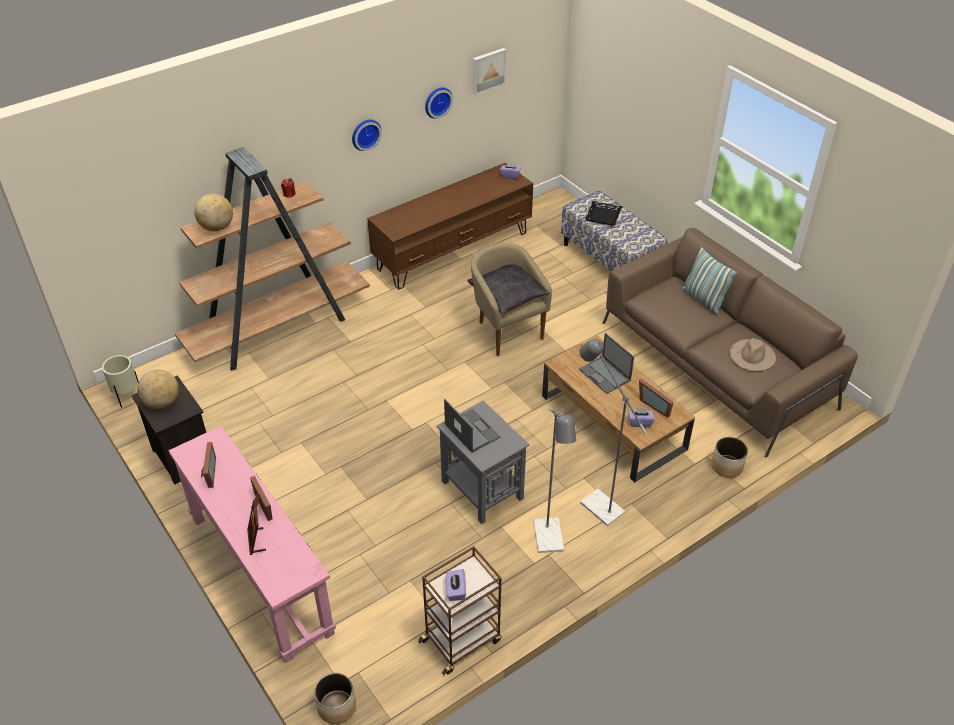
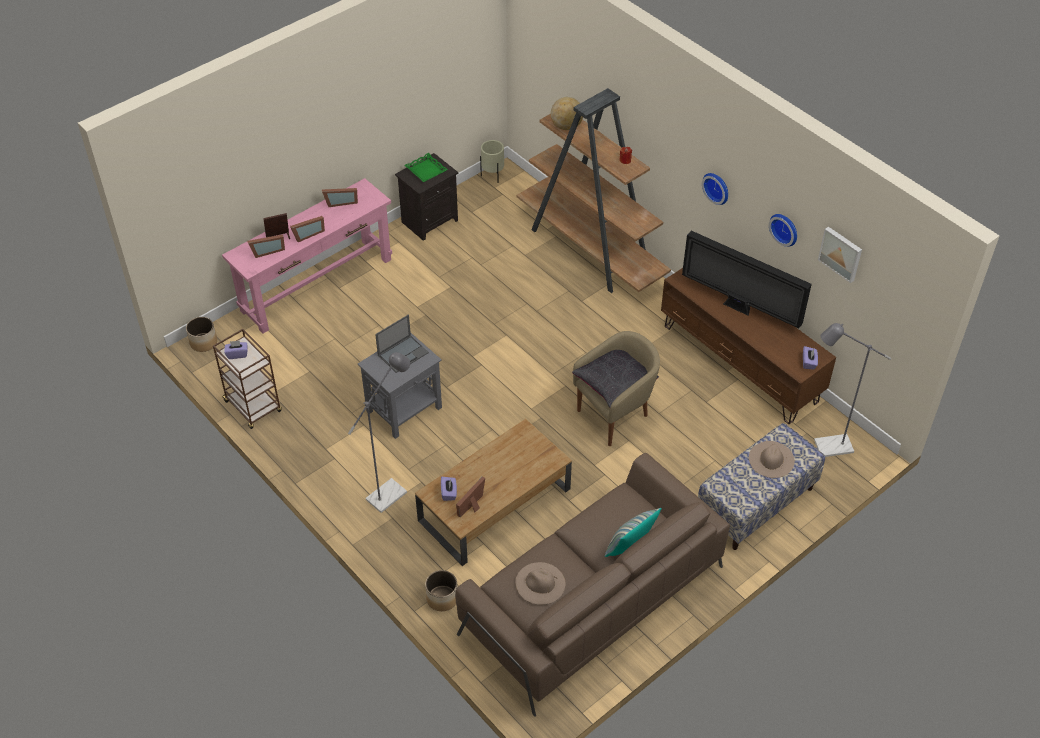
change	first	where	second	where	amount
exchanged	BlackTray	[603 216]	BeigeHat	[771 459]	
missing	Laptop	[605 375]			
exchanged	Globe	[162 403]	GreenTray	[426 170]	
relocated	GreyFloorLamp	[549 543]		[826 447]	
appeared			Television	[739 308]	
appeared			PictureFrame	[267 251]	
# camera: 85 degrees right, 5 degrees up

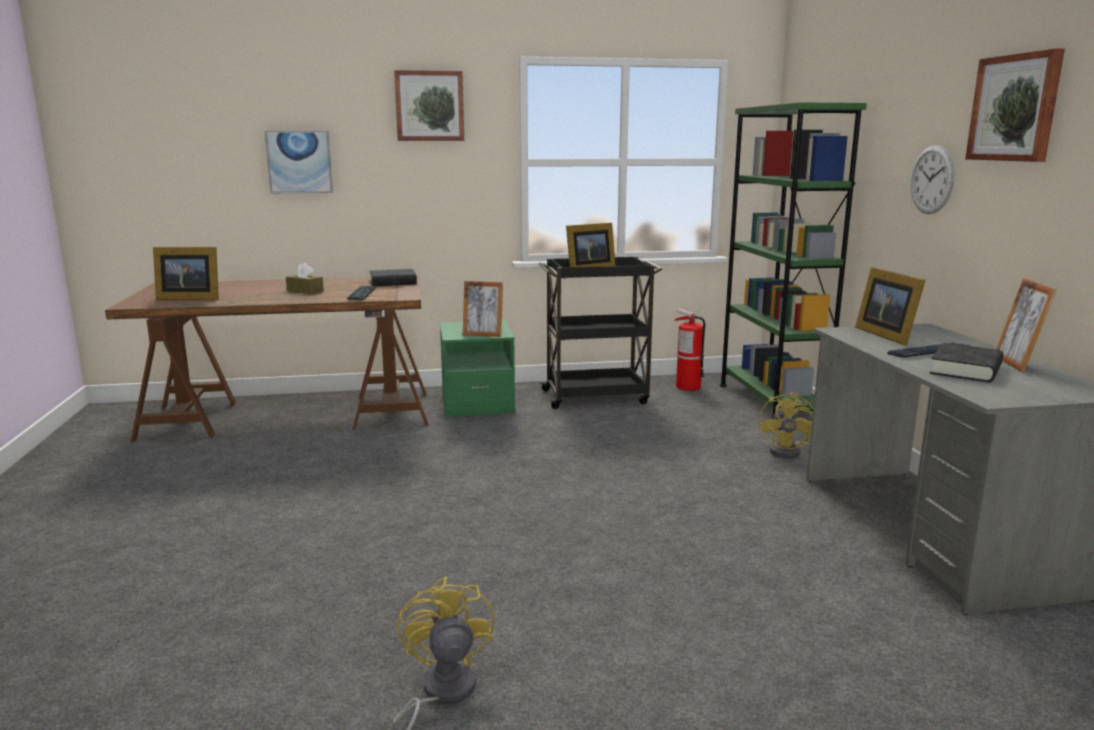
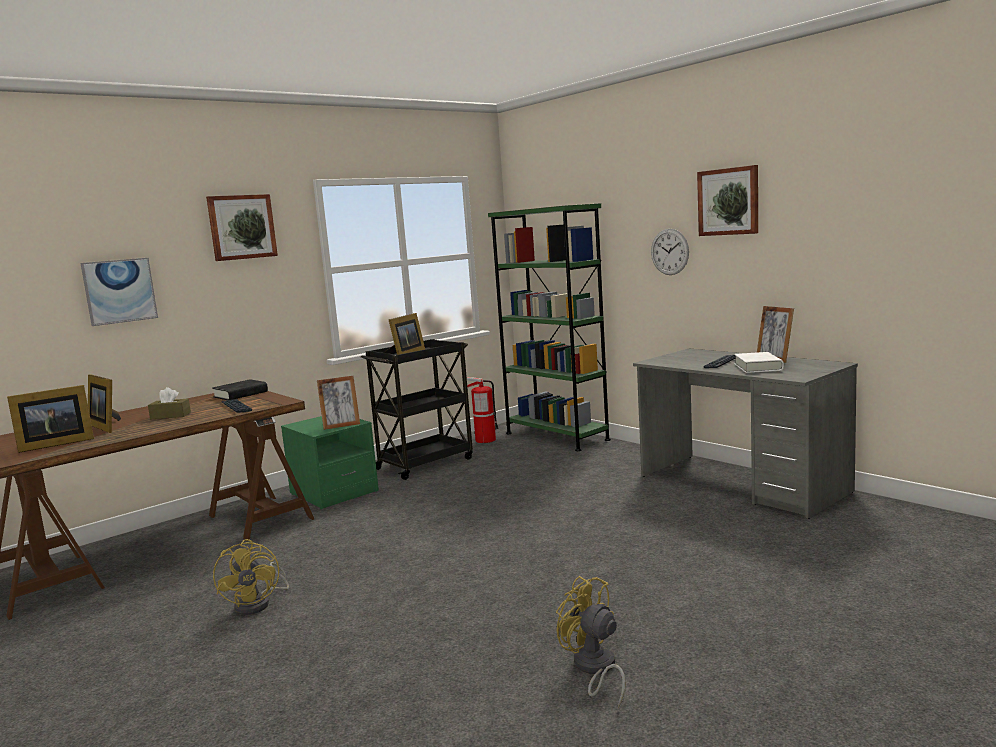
change	first	where	second	where	amount
relocated	PictureFrame	[886 335]		[107 426]	
colour	BlackBook	[965 370]	WhiteBook	[758 367]	
relocated	YellowFan	[790 451]		[259 603]	
# camera: 30 degrees left, 5 degrees down

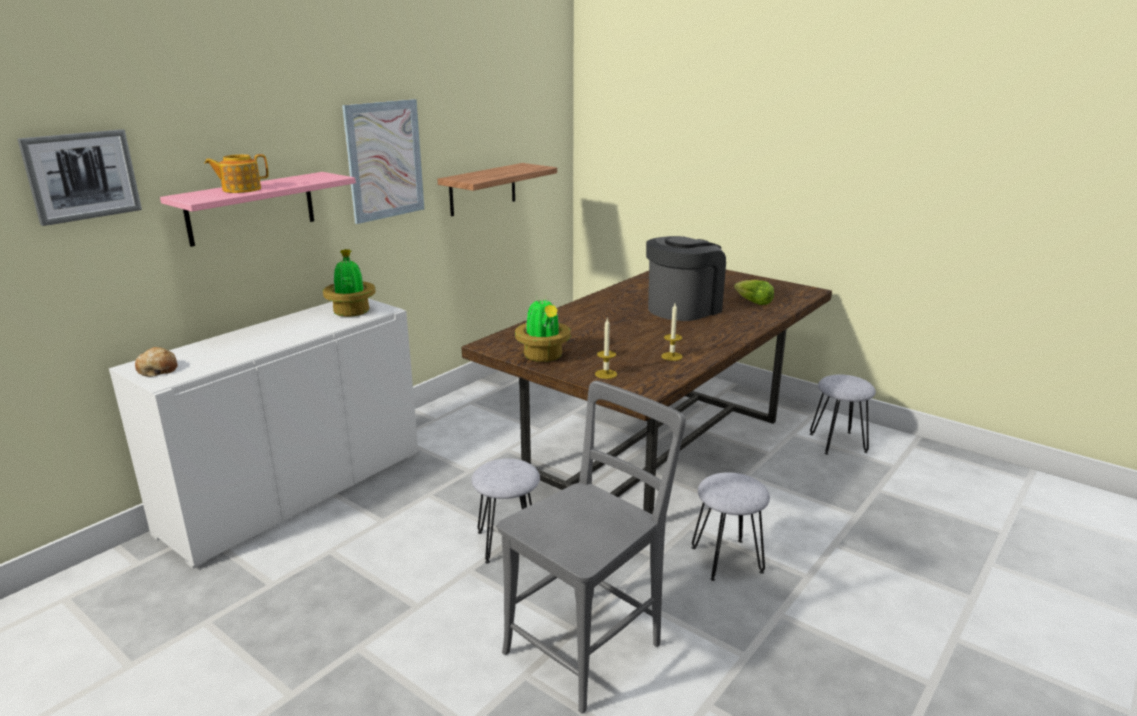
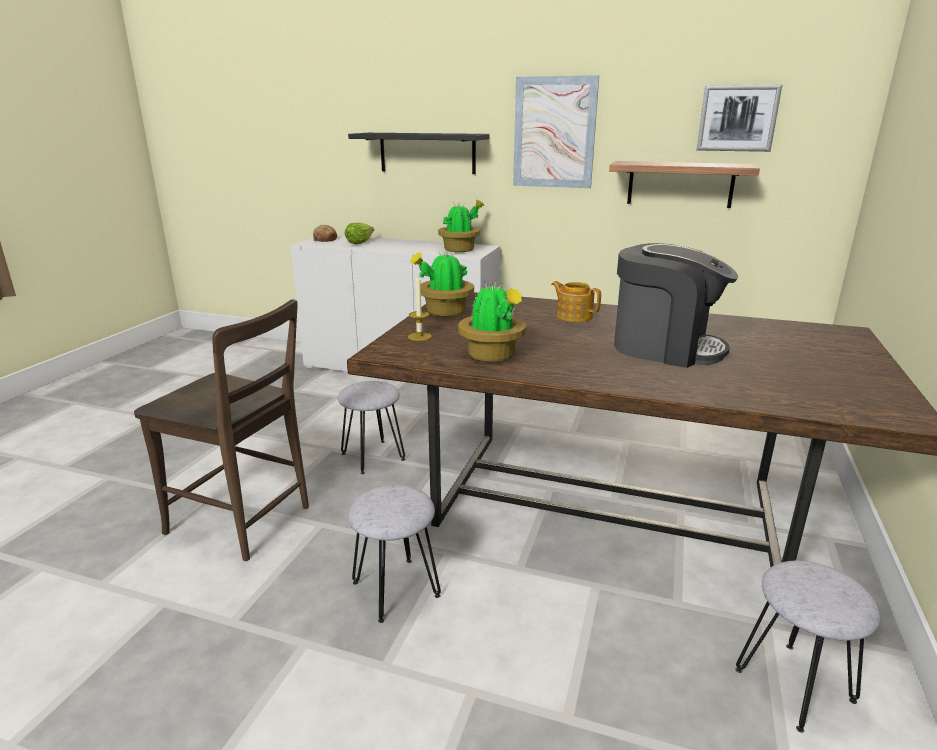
change	first	where	second	where	amount
relocated	Picture	[82 176]		[737 118]	
relocated	Teapot	[240 189]		[574 316]	
colour	PinkShelf	[251 208]	BlackShelf	[427 153]	
relocated	Lettuce	[753 302]		[359 242]	
exchanged	Candle	[671 356]	PottedPlant	[493 356]	
colour	GreyChair	[589 644]	BrownChair	[245 522]	
# camera: 70 degrees right, 0 degrees up

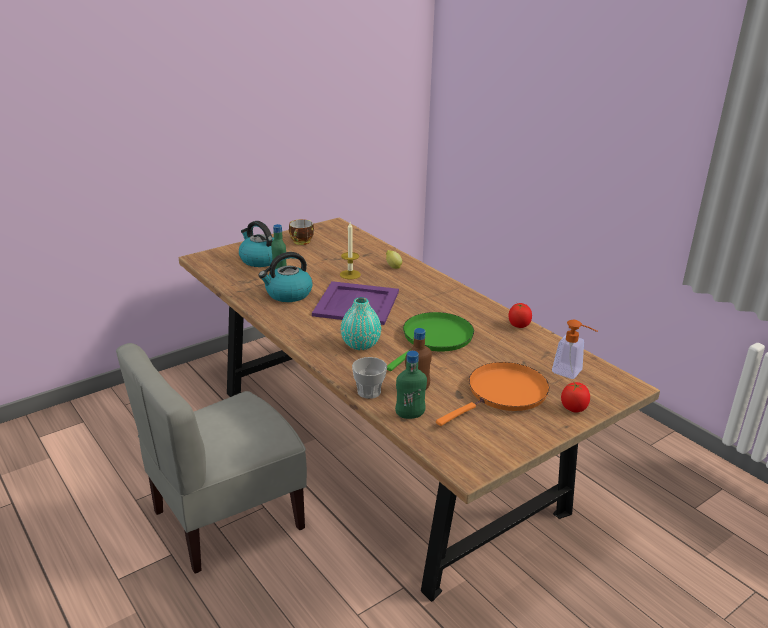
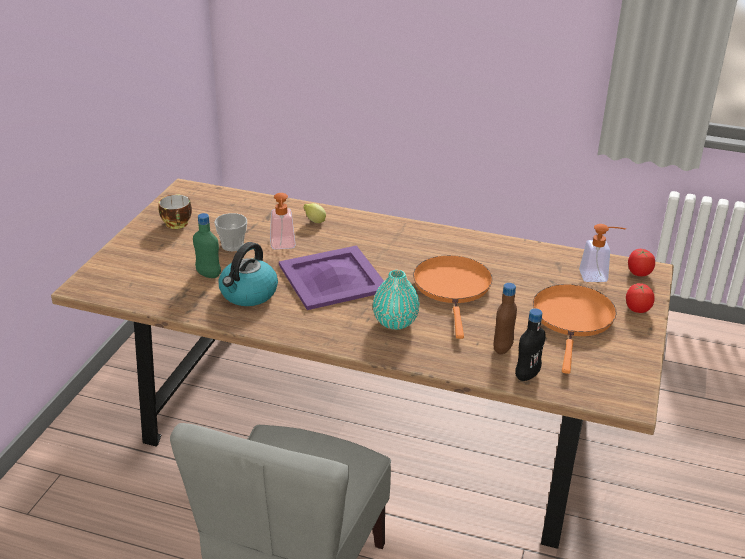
change	first	where	second	where	amount
missing	Kettle	[260 260]			
exchanged	Candle	[350 274]	SoapDispenser	[283 246]	
relocated	Tomato	[518 325]		[638 273]	
colour	GreenFryingPan	[435 339]	OrangeFryingPan	[453 288]	
colour	GreenBottle	[410 415]	BlackBottle	[527 375]	
relocated	Cup	[369 392]		[232 245]	
# camera: 35 degrees left, 5 degrees up

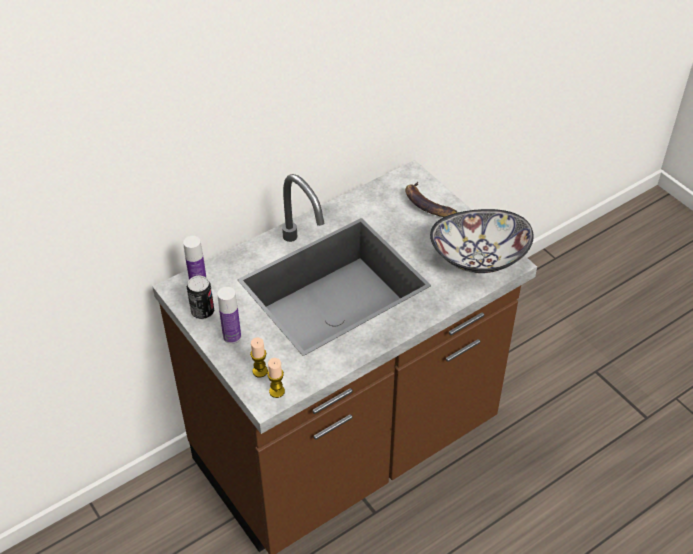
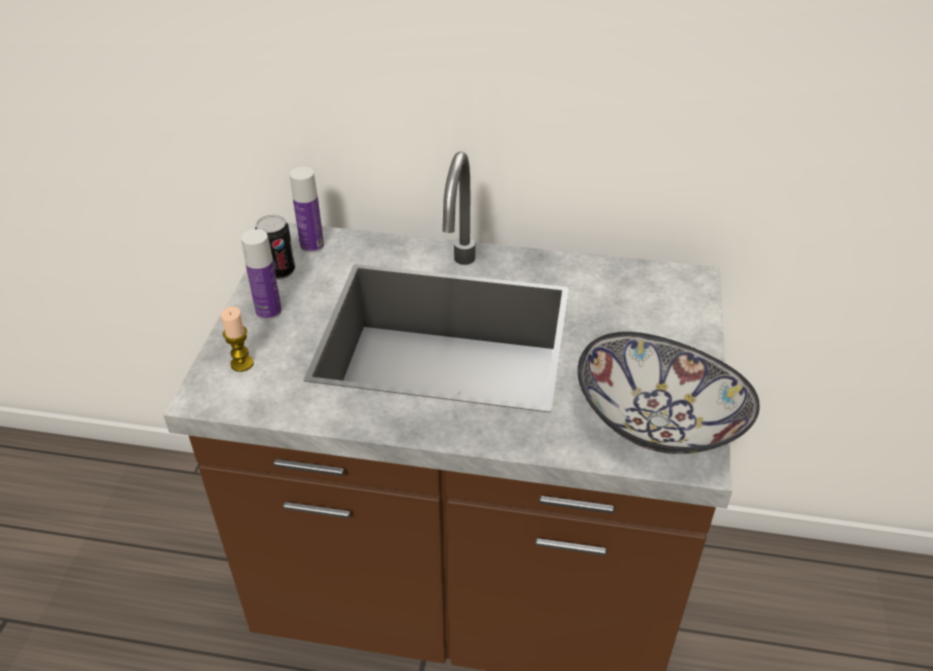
change	first	where	second	where	amount
missing	Banana	[427 205]			
missing	Candle	[277 391]			
# camera: 45 degrees right, 5 degrees down

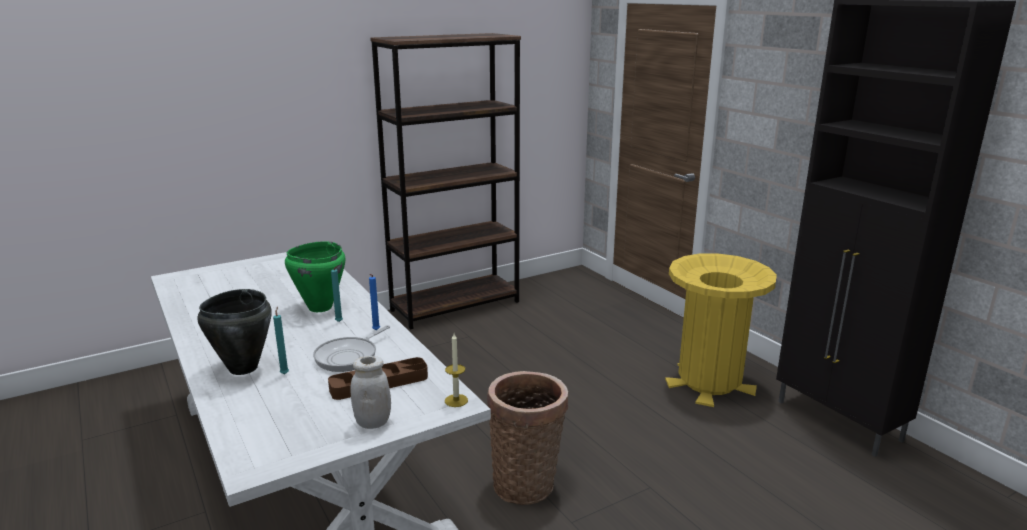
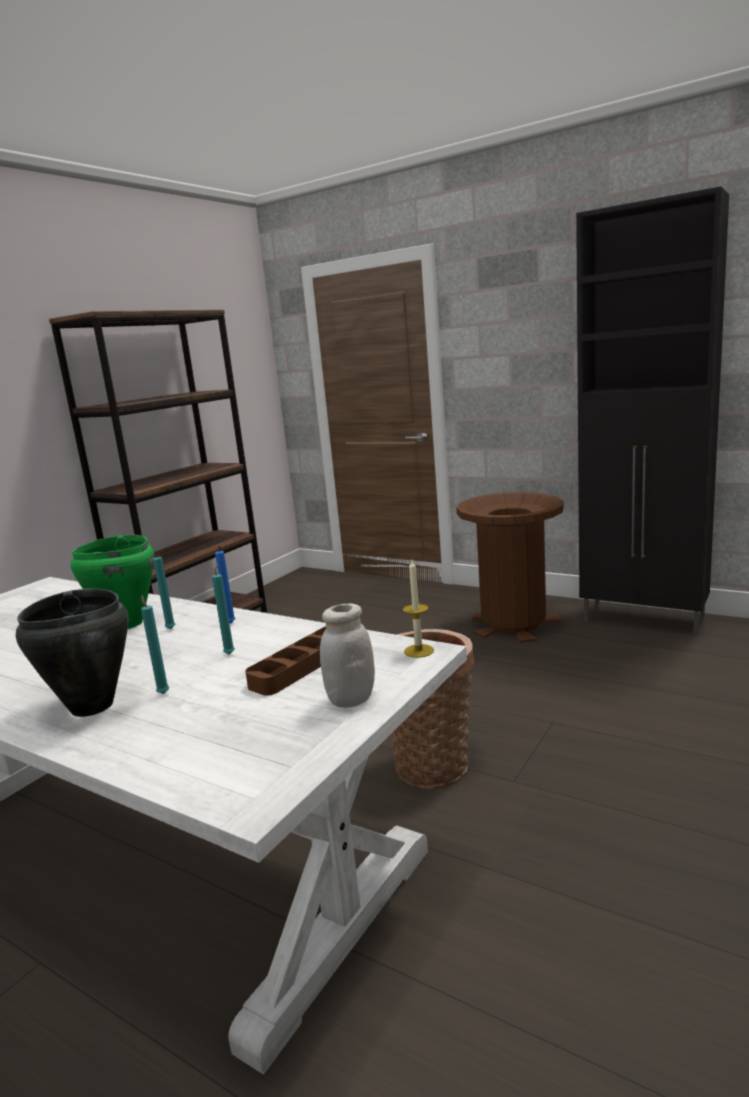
change	first	where	second	where	amount
colour	YellowTrashCan	[709 382]	BrownTrashCan	[513 623]	
exchanged	FryingPan	[349 356]	TurquoiseCandle	[230 653]	
# camera: 25 degrees left, 5 degrees down

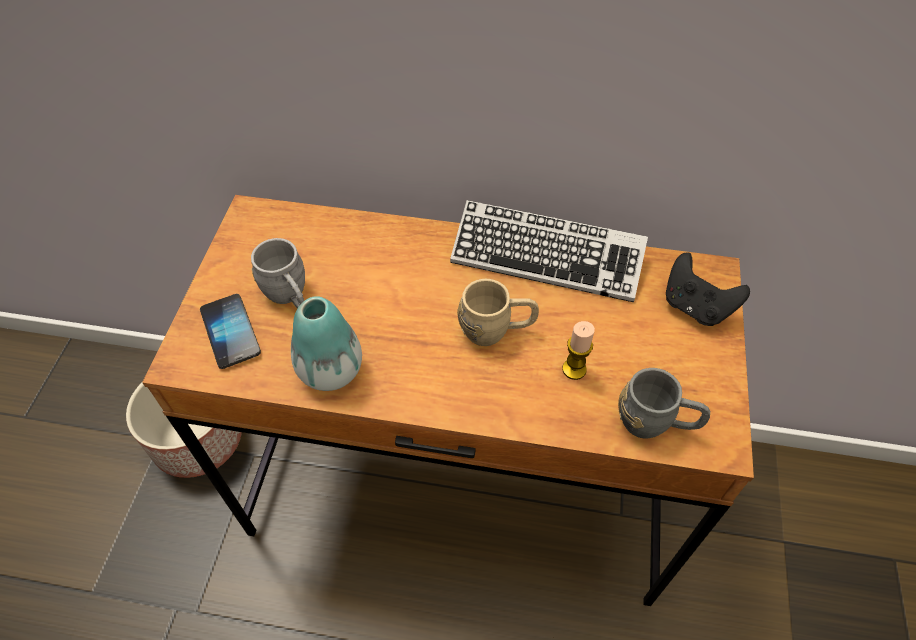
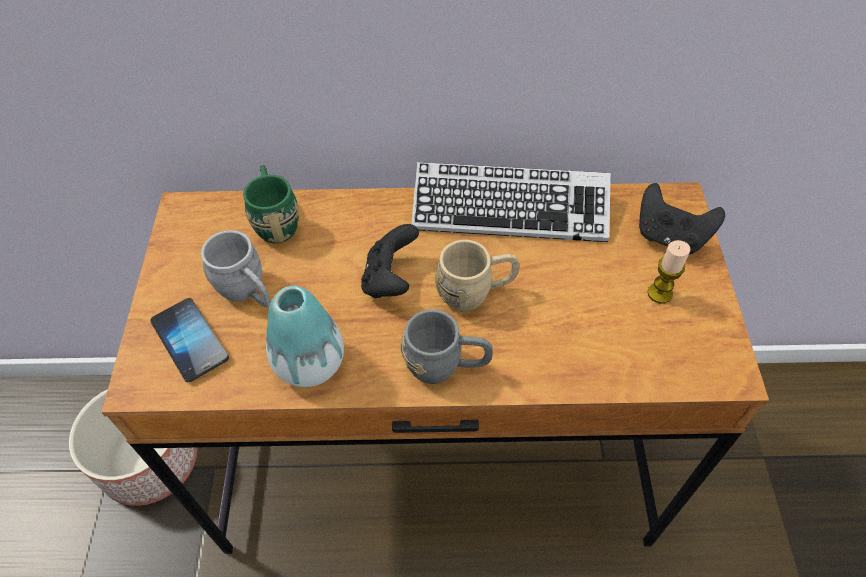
change	first	where	second	where	amount
relocated	Candle	[574 369]		[659 293]	
relocated	GreyMug	[656 423]		[446 366]	
appeared			GreenMug	[276 220]	
appeared			BlackGameController	[390 279]	
# camera: 10 degrees left, 0 degrees up

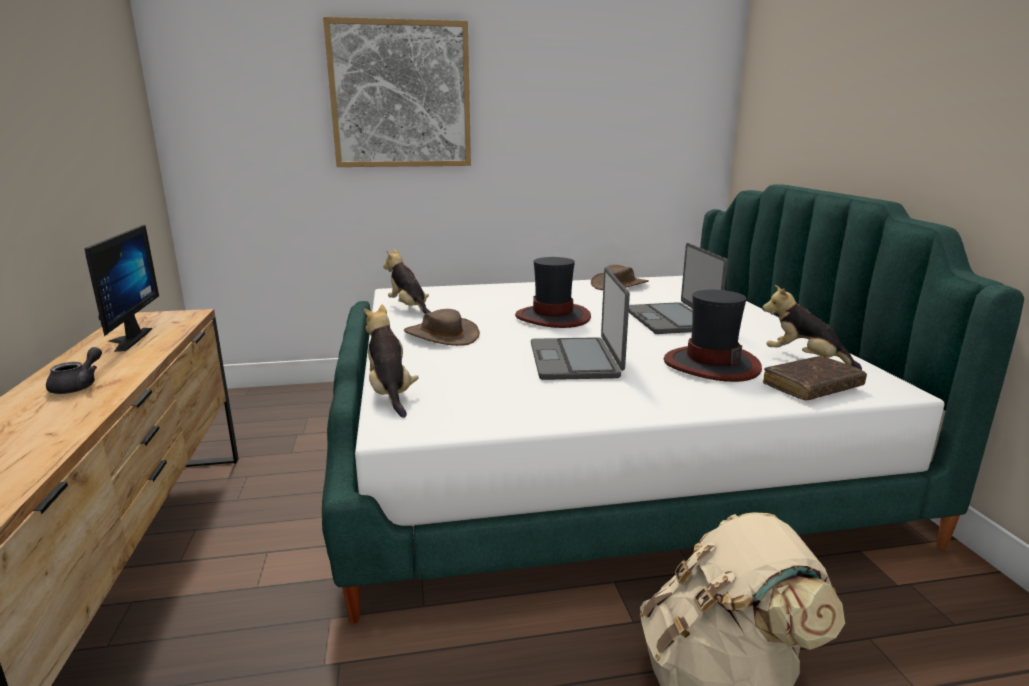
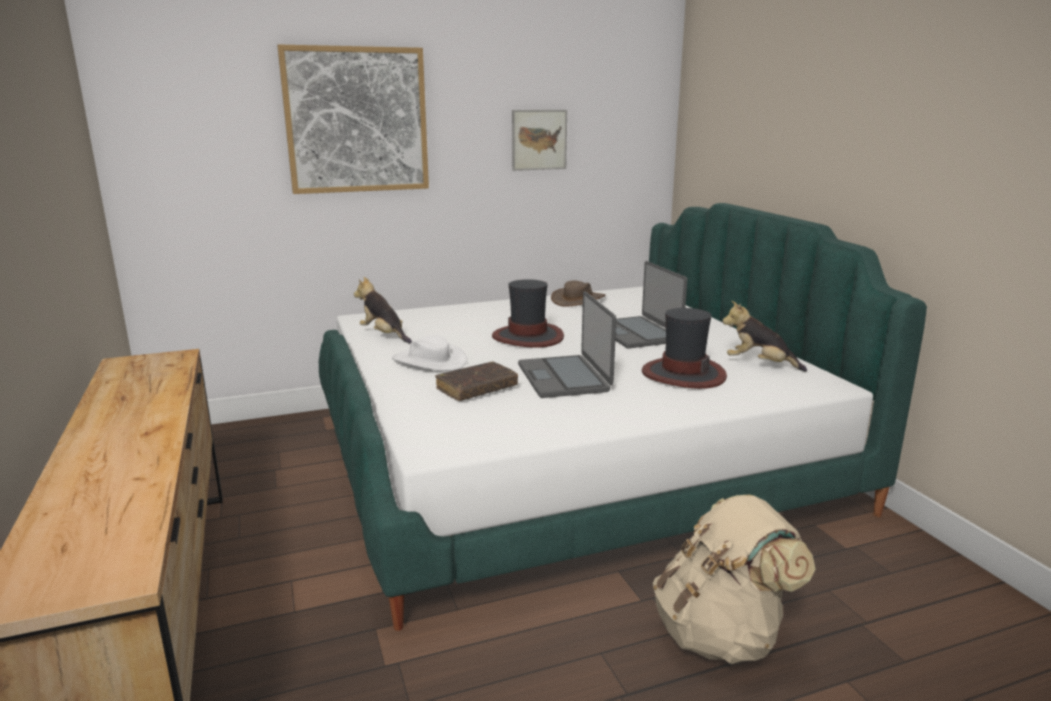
change	first	where	second	where	amount
missing	Monitor	[124 340]			
missing	PlushToy	[390 394]			
colour	BrownHat	[441 335]	WhiteHat	[429 361]	
missing	GreyTeapot	[79 386]			
relocated	BrownBook	[812 387]		[477 389]	
appeared			Picture	[539 140]	
# camera: 10 degrees left, 0 degrees up

